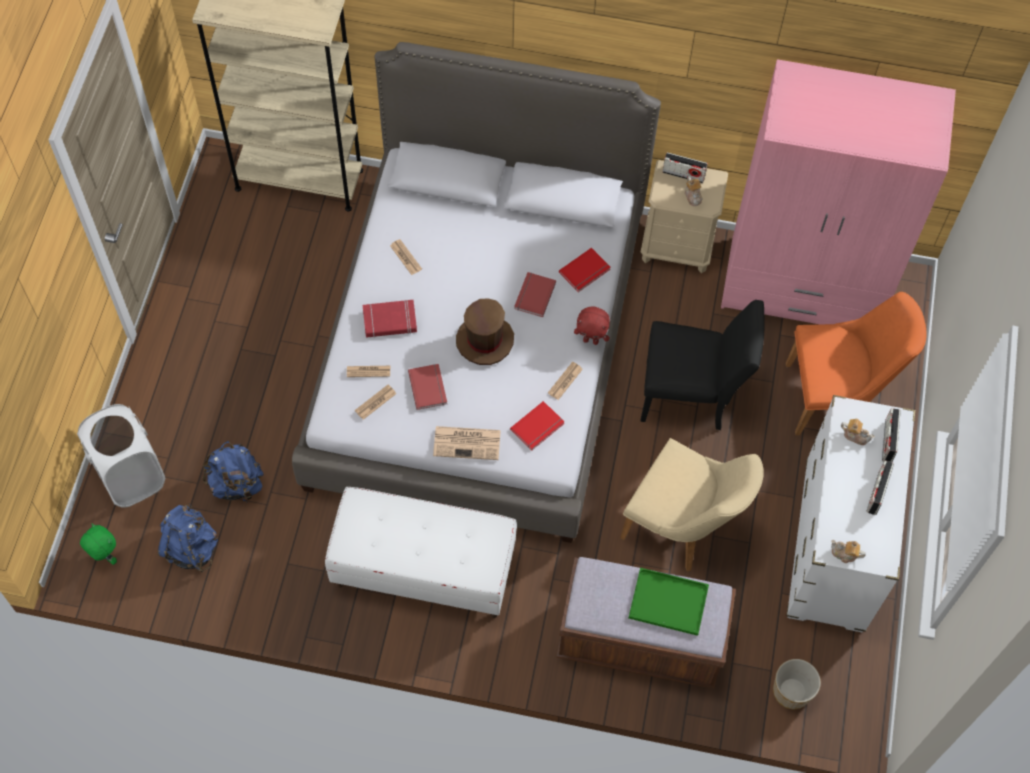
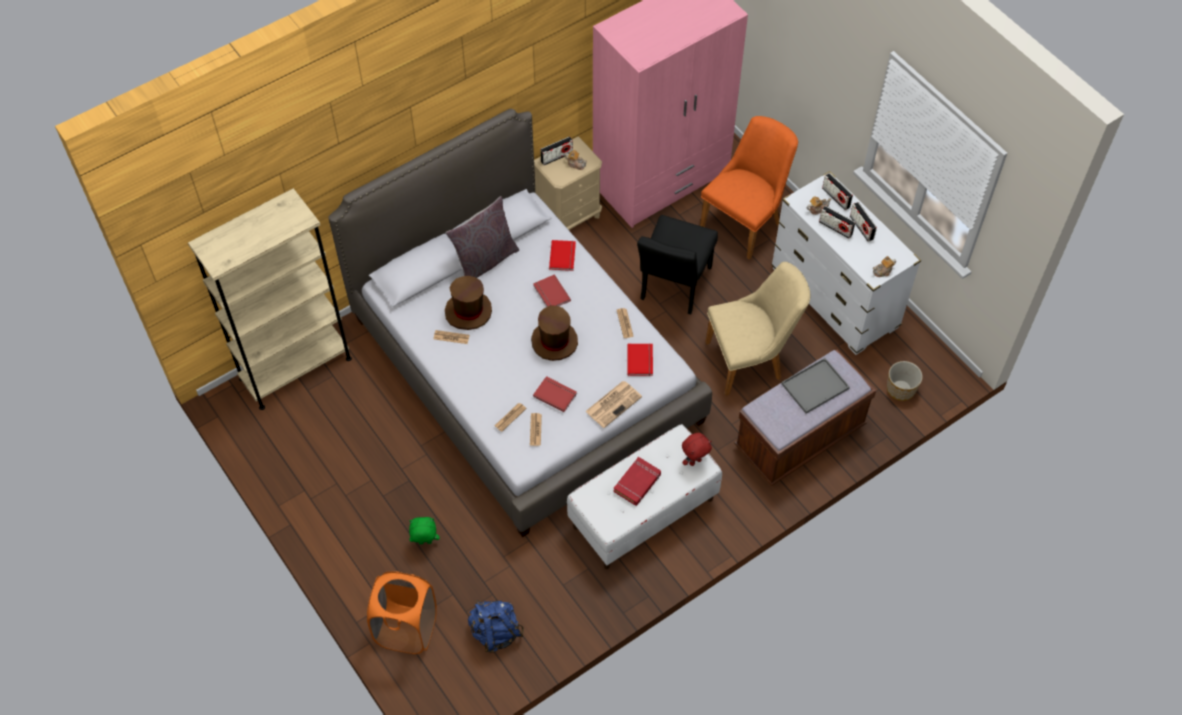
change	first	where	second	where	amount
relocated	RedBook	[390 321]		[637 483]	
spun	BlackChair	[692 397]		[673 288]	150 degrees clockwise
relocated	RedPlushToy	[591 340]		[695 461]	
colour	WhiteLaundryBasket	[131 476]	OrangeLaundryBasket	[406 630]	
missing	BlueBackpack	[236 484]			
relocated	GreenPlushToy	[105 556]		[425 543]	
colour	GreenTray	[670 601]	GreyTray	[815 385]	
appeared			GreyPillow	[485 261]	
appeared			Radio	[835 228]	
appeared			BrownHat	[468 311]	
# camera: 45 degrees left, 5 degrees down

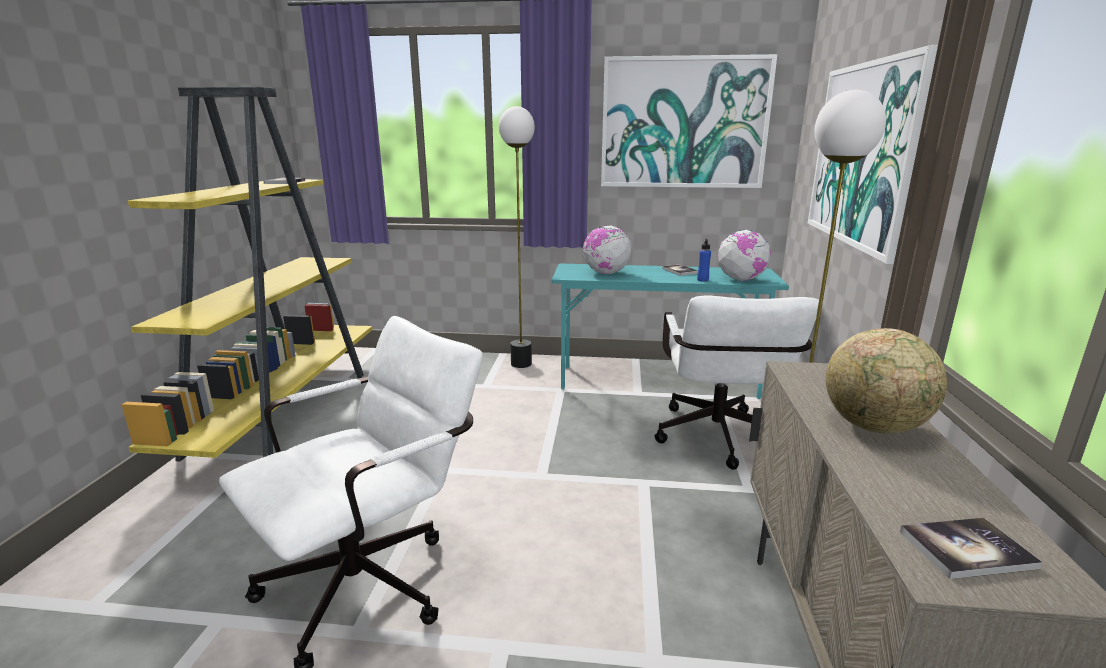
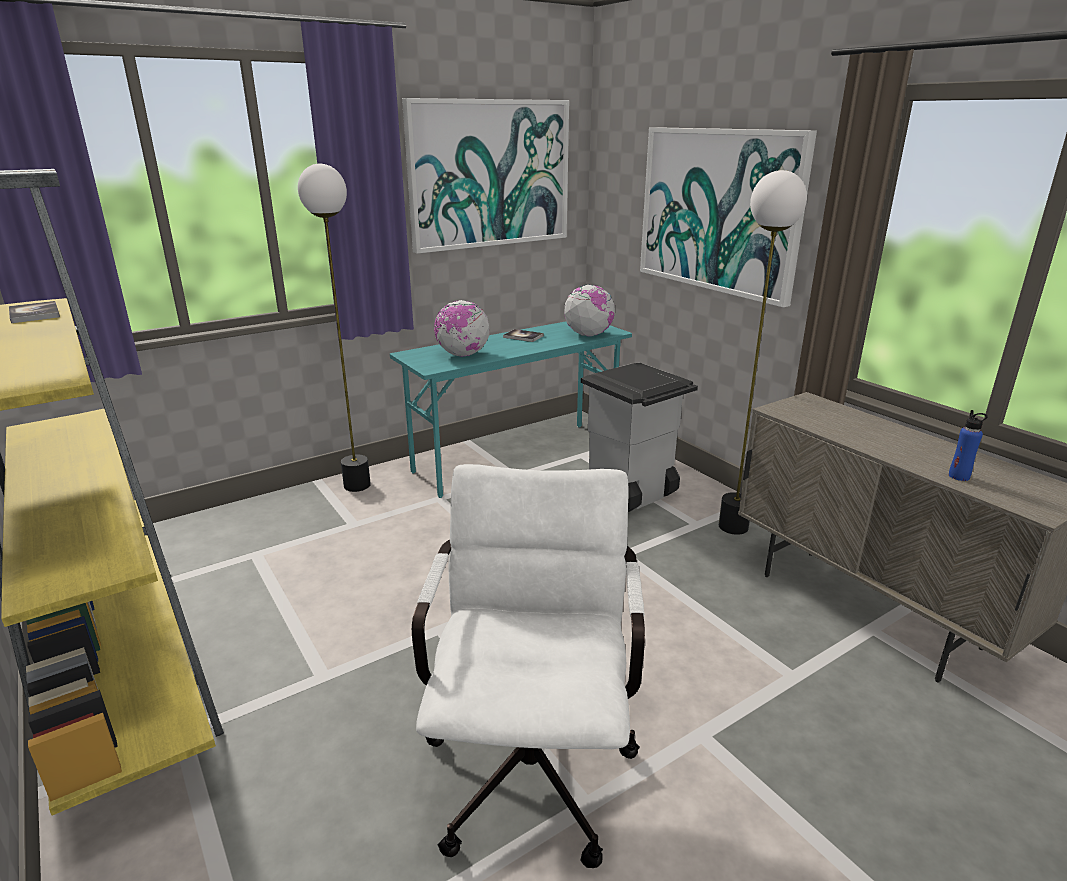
change	first	where	second	where	amount
relocated	BlueBottle	[702 280]		[959 476]	
exchanged	WhiteOfficeChair	[718 441]	GreyTrashCan	[631 494]	
missing	Globe	[874 427]			
missing	Book	[966 549]			
# camera: 40 degrees left, 5 degrees up

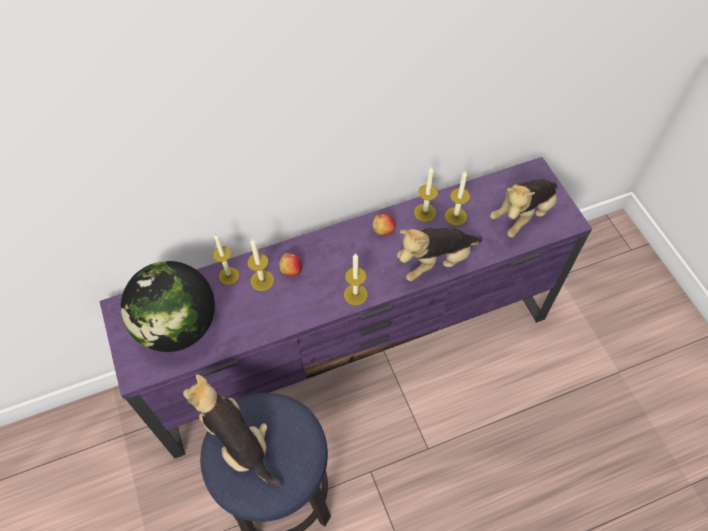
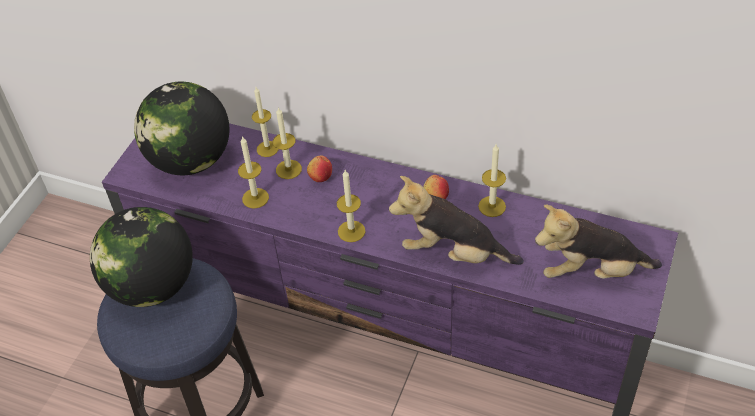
change	first	where	second	where	amount
relocated	Candle	[455 216]		[255 198]	
exchanged	PlushToy	[239 442]	Globe	[152 286]	
# camera: 45 degrees right, 10 degrees down

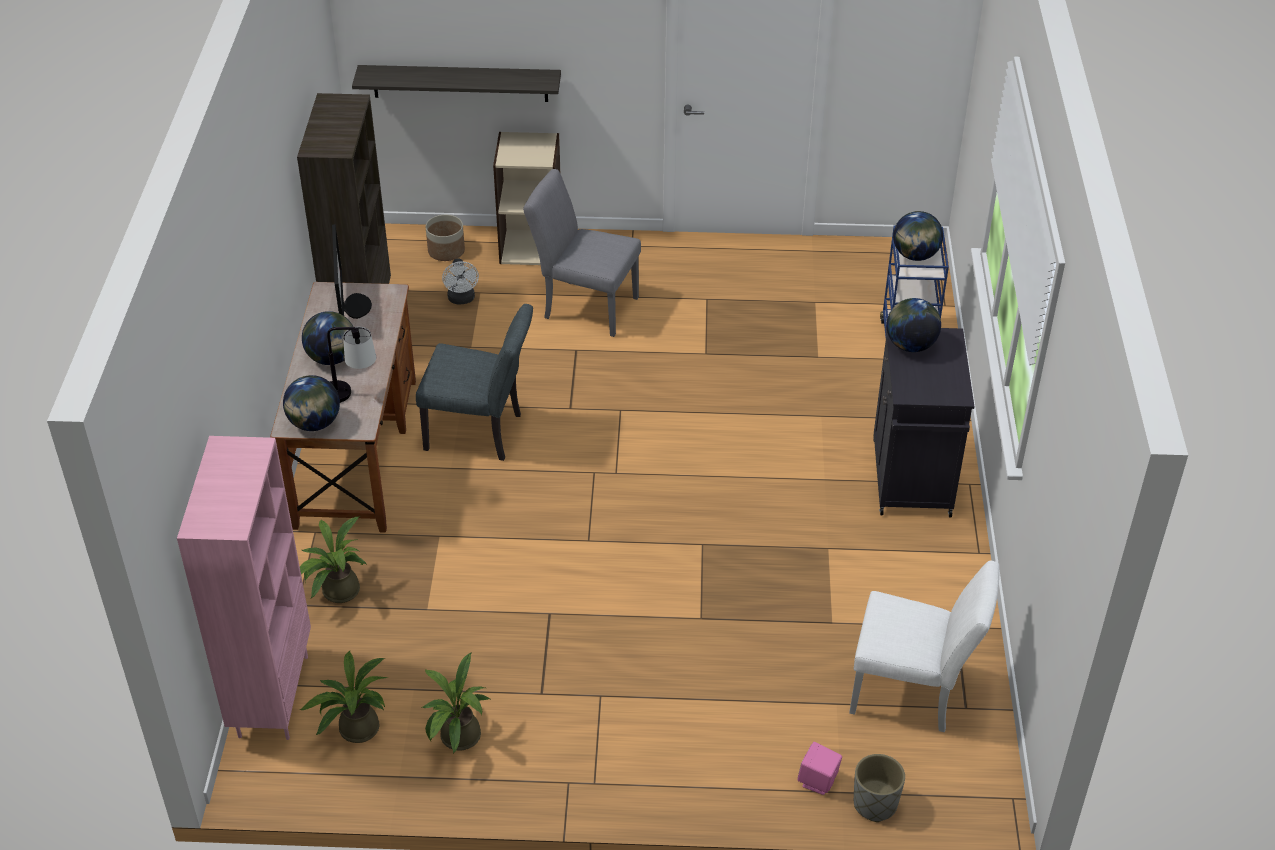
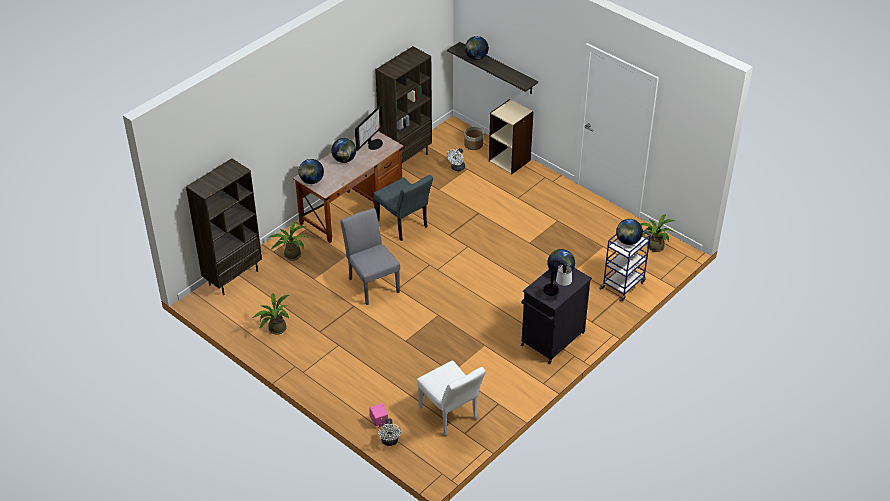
change	first	where	second	where	amount
relocated	GreyChair	[584 306]		[371 283]	
relocated	TableLamp	[351 394]		[556 294]	
colour	PinkBookcase	[272 695]	BrownBookcase	[233 277]	
relocated	PottedPlant	[354 729]		[653 246]	
exchanged	GreyPlanter	[875 803]	WhiteFan	[390 442]	
appeared			Globe	[476 57]	
# camera: 40 degrees right, 0 degrees up

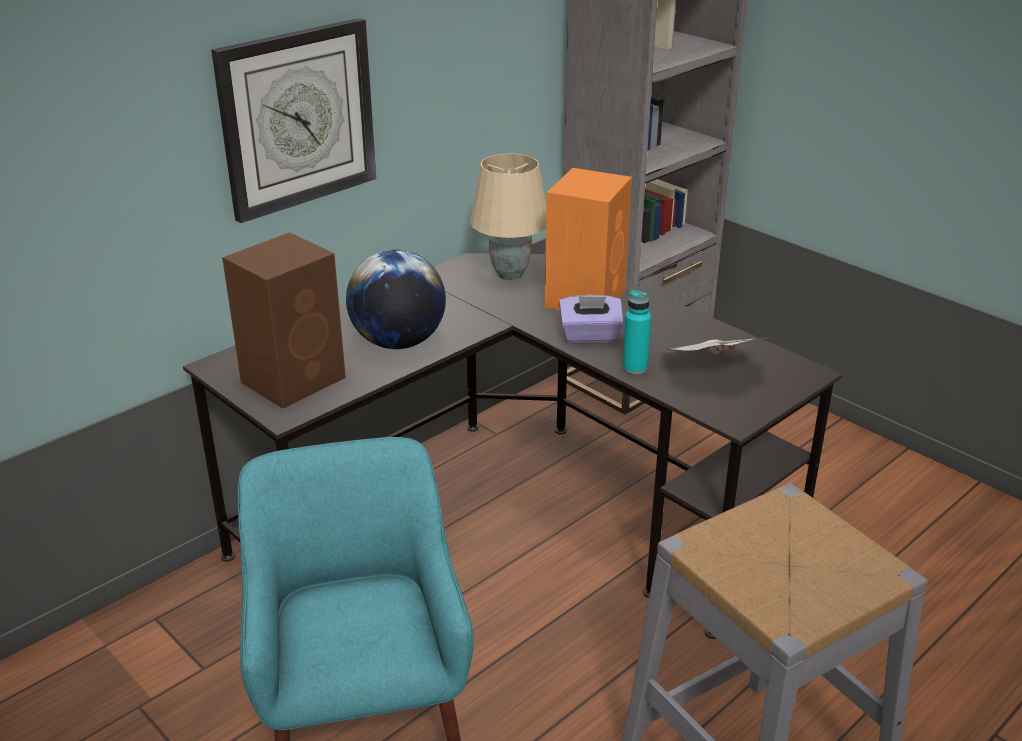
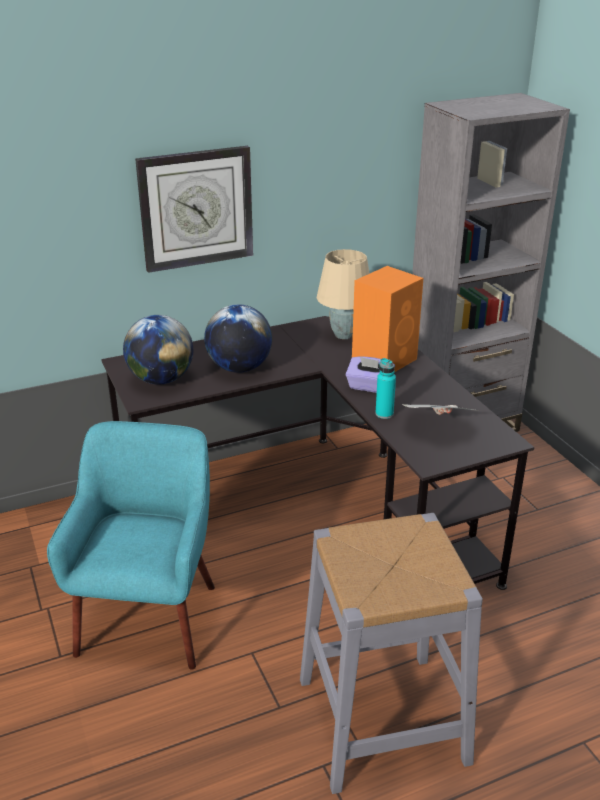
change	first	where	second	where	amount
exchanged	BrownSpeaker	[295 379]	Globe	[161 379]	
# camera: 20 degrees right, 0 degrees up

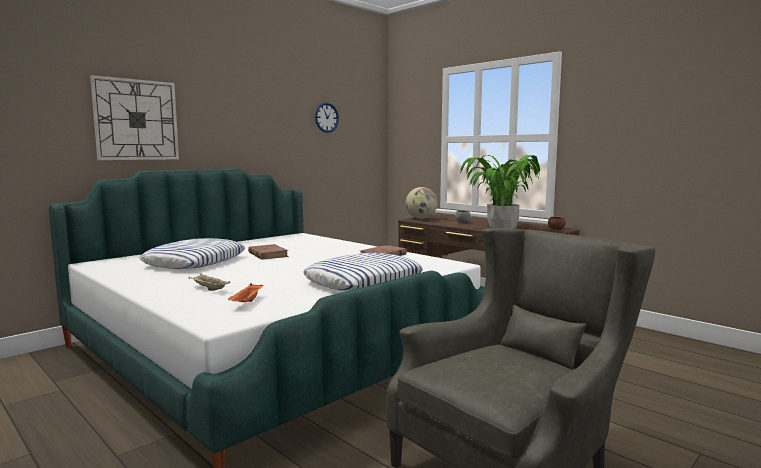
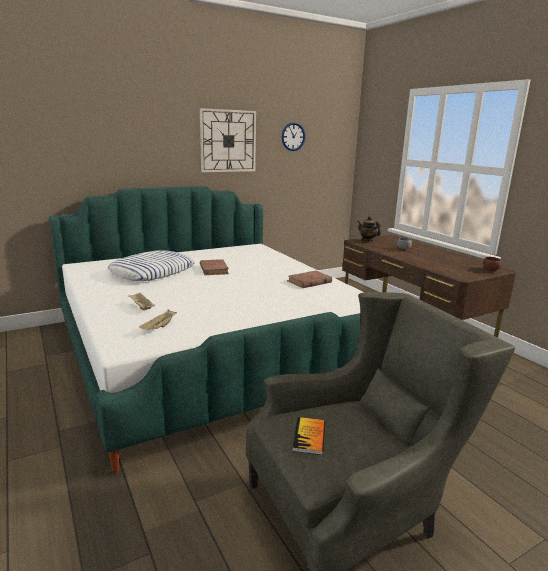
change	first	where	second	where	amount
relocated	WallClock	[136 120]		[228 141]	
missing	PottedPlant	[502 227]			
exchanged	Globe	[421 218]	Teapot	[367 240]	
missing	Pillow	[364 280]			
colour	OrangeTray	[247 302]	BeigeTray	[159 328]	
appeared			Book	[309 436]	
# camera: 15 degrees right, 10 degrees up

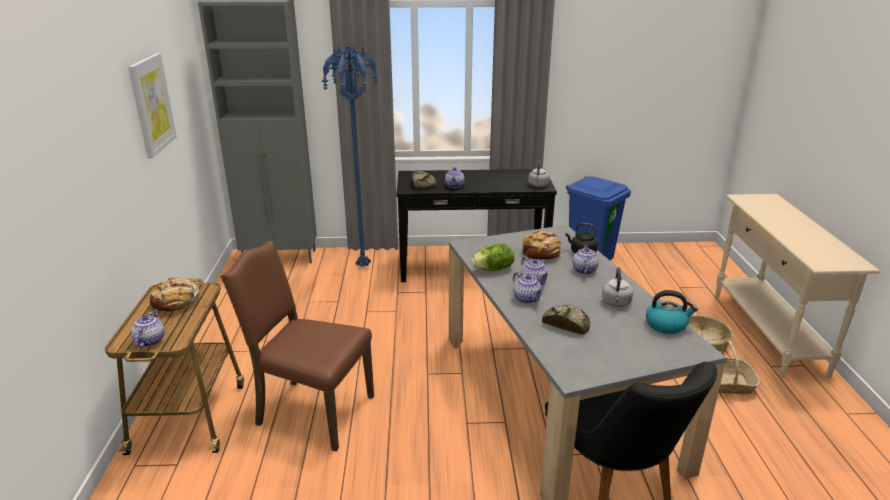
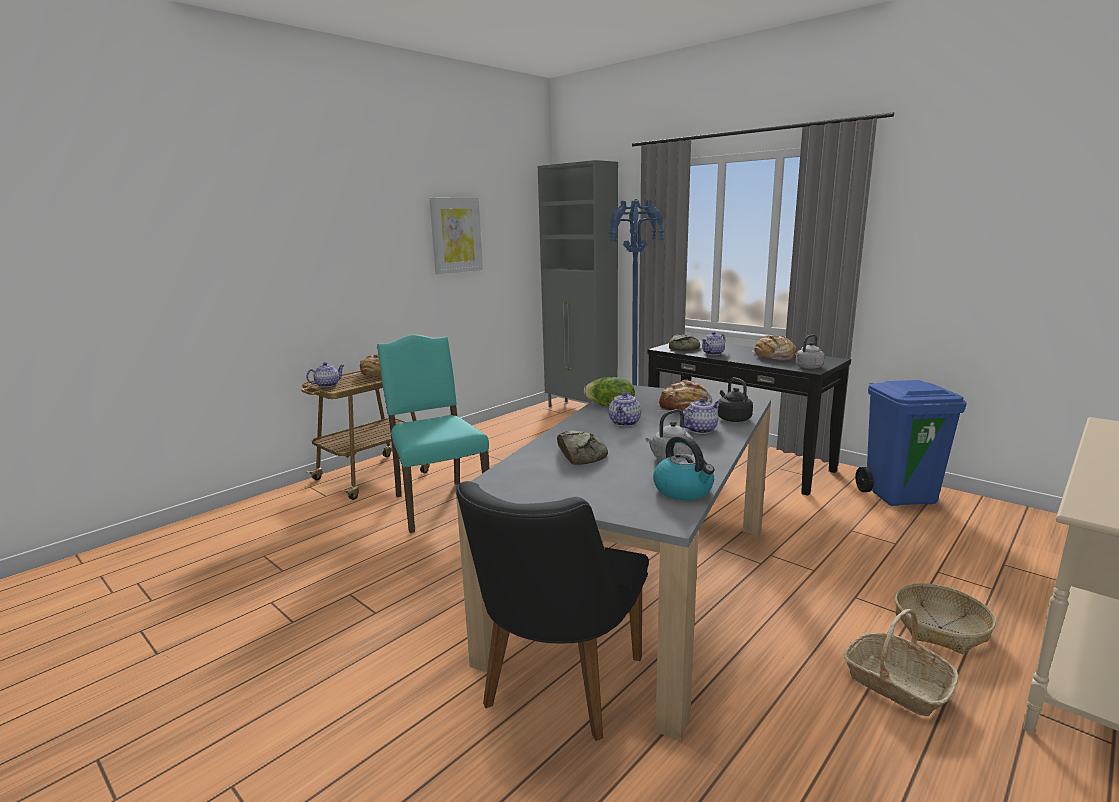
change	first	where	second	where	amount
colour	BrownChair	[312 411]	TurquoiseChair	[438 503]	
missing	Teapot	[527 299]			
appeared			Bread	[773 357]	
# camera: 45 degrees right, 10 degrees down

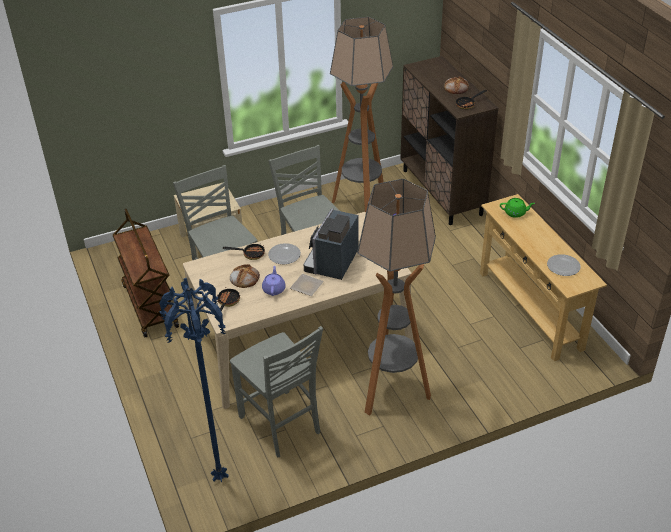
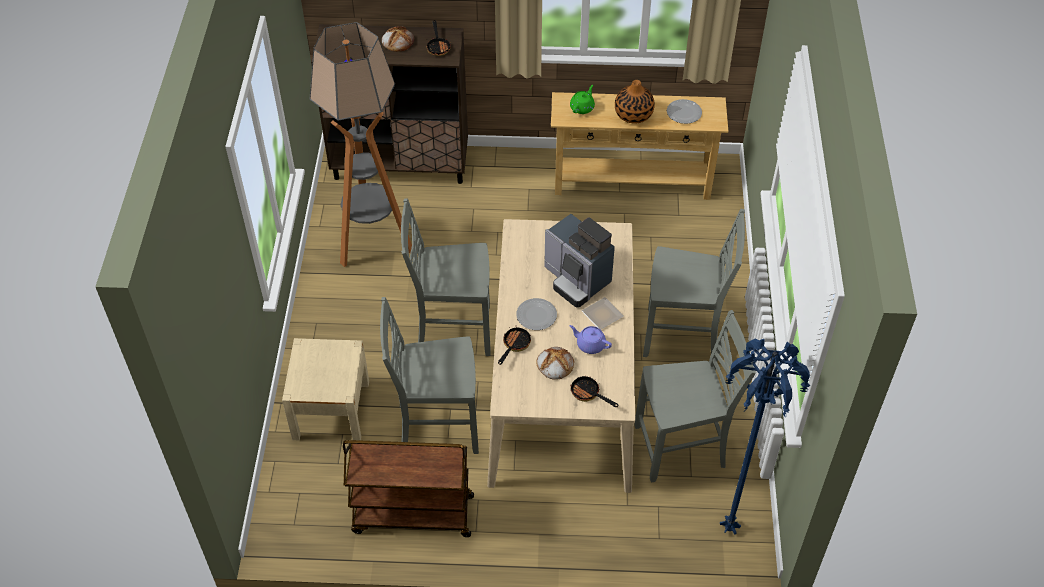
change	first	where	second	where	amount
exchanged	FloorLamp	[392 391]	GreyChair	[683 337]	
appeared			Vase	[633 114]	
# camera: 65 degrees left, 10 degrees up

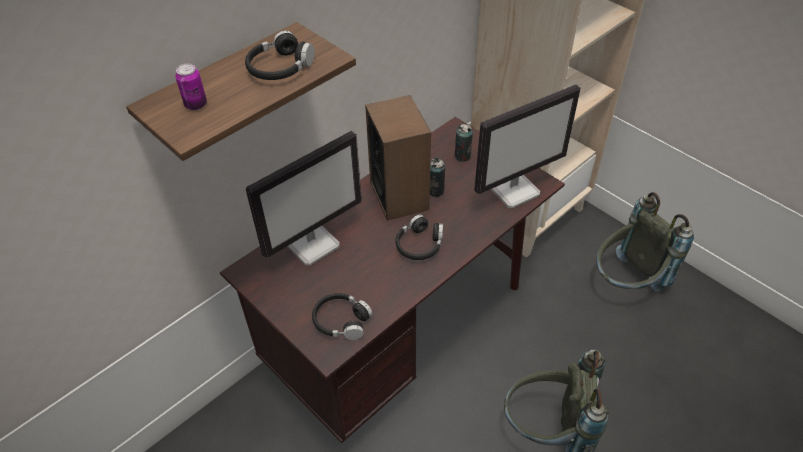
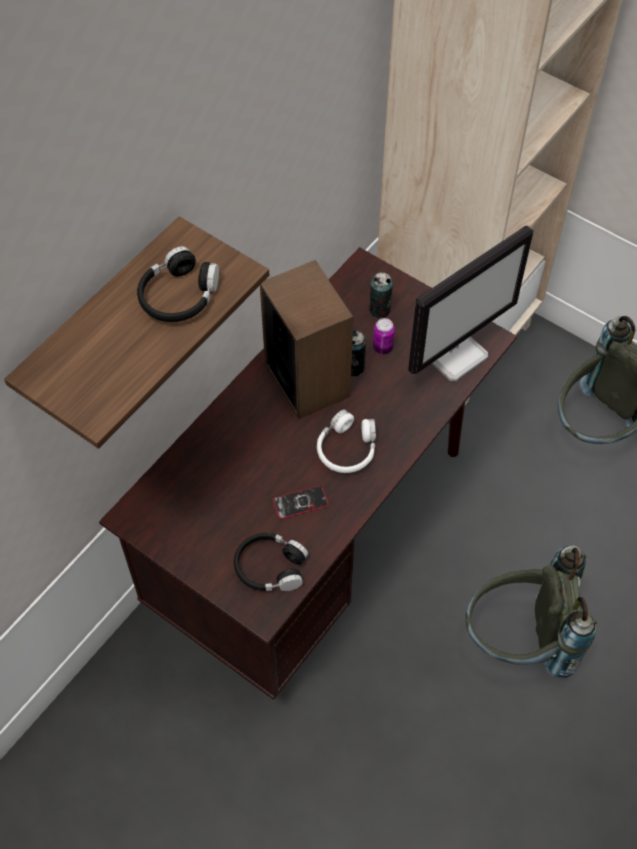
change	first	where	second	where	amount
relocated	Can	[196 105]		[382 347]	
missing	Monitor	[313 243]			
colour	BlackHeadphones	[420 244]	WhiteHeadphones	[347 449]	
appeared			Phone	[300 503]	
# camera: 10 degrees left, 10 degrees up

